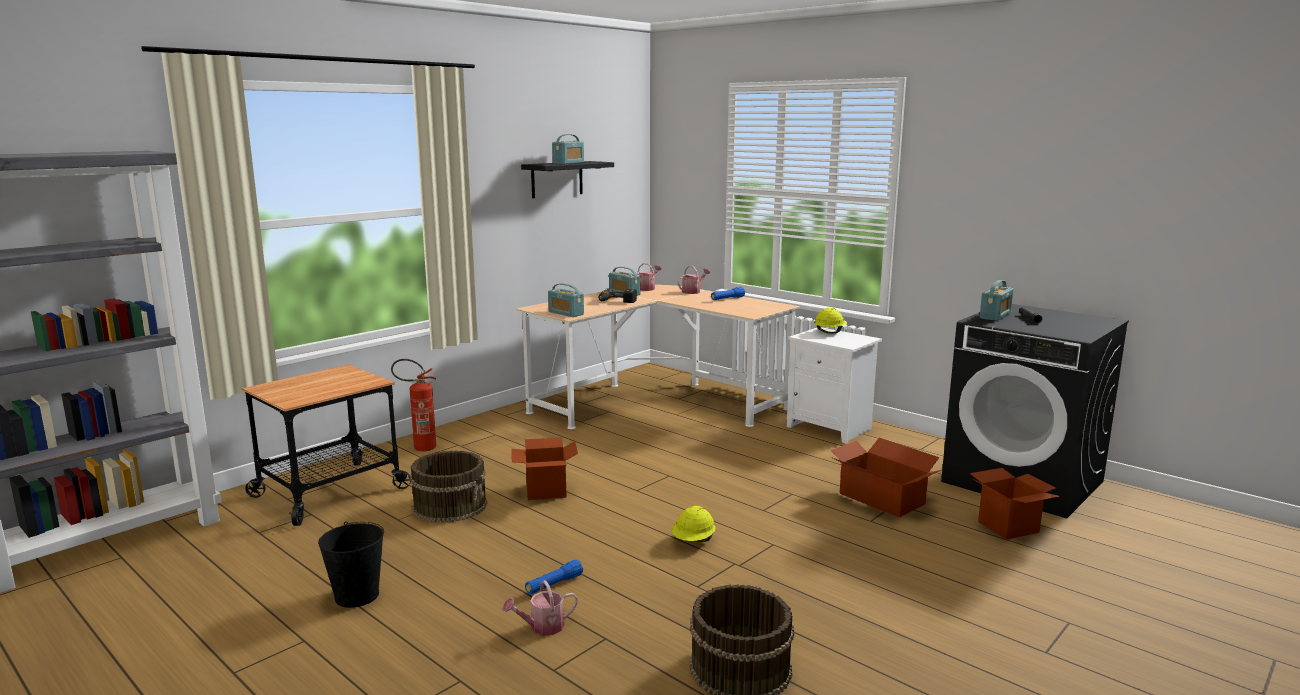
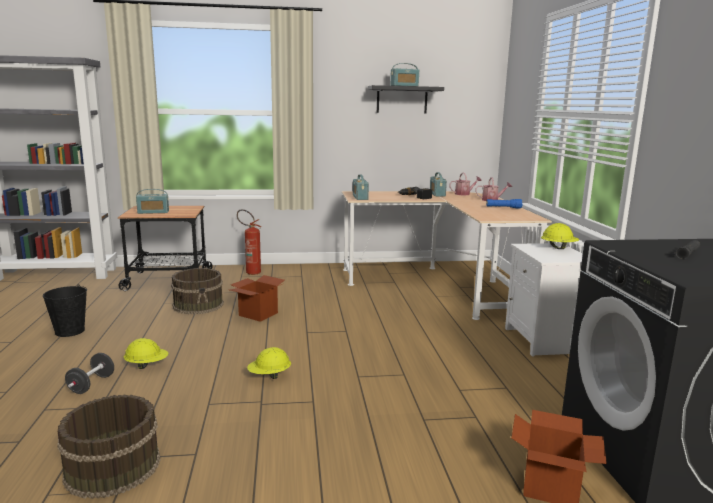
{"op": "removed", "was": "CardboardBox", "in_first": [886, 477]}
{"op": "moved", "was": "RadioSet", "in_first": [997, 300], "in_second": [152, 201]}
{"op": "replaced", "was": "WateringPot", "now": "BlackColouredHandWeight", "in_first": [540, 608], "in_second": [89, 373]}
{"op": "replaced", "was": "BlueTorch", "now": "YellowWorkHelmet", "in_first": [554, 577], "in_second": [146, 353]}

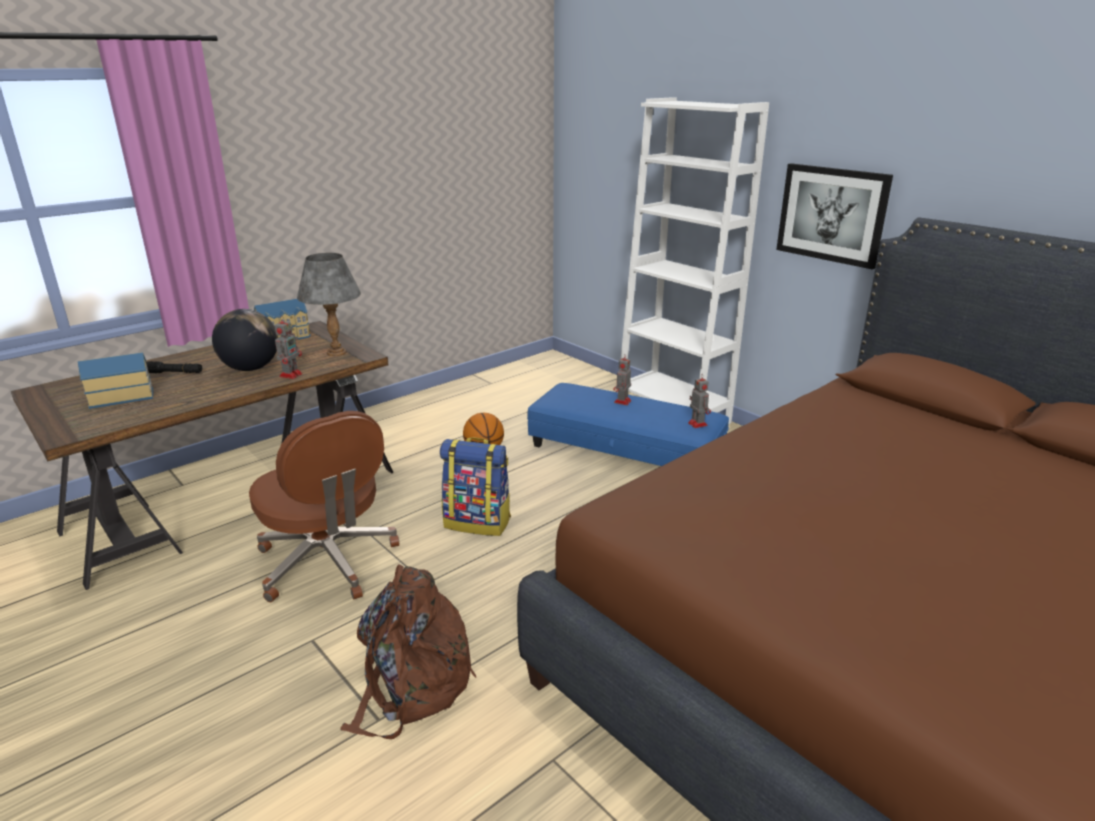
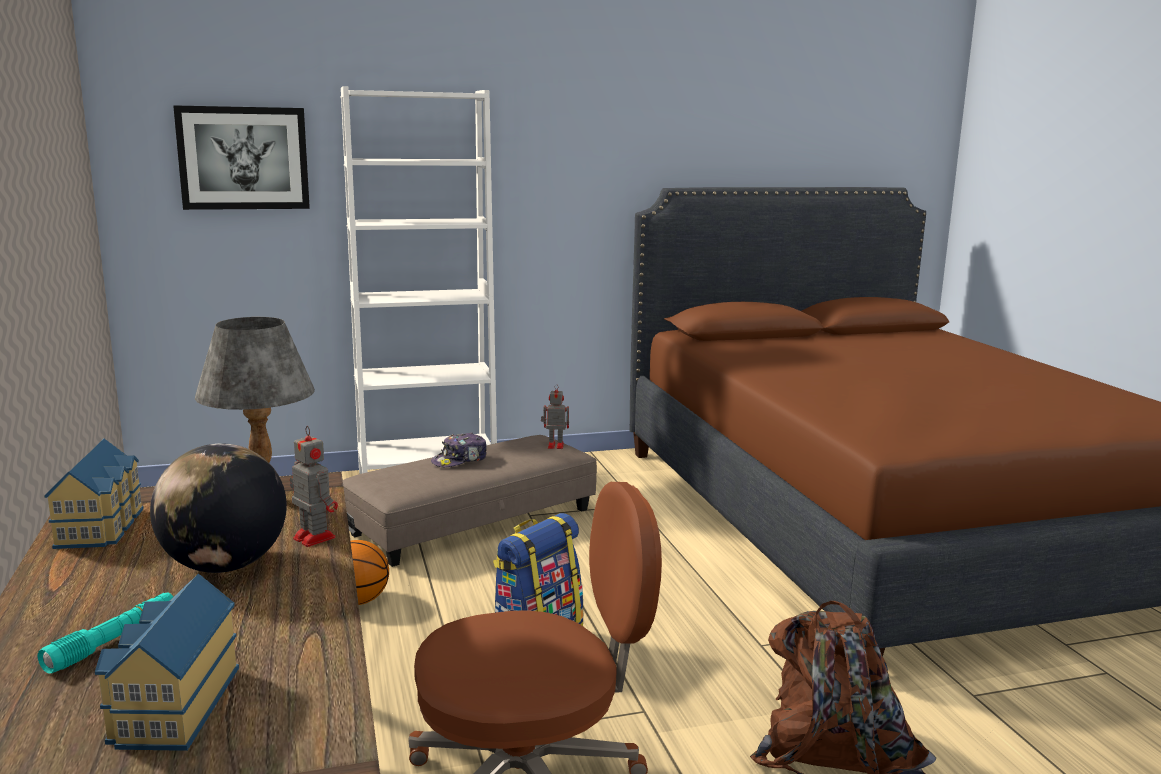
{"op": "moved", "was": "WallPicture", "in_first": [834, 216], "in_second": [241, 157]}
{"op": "replaced", "was": "ModelRobot", "now": "Cap", "in_first": [622, 379], "in_second": [459, 450]}
{"op": "recoloured", "was": "BlackColouredTorch", "now": "TurquoiseTorch", "in_first": [174, 367], "in_second": [105, 633]}
{"op": "recoloured", "was": "BlueFootrest", "now": "GreyishFootrest", "in_first": [628, 424], "in_second": [470, 501]}

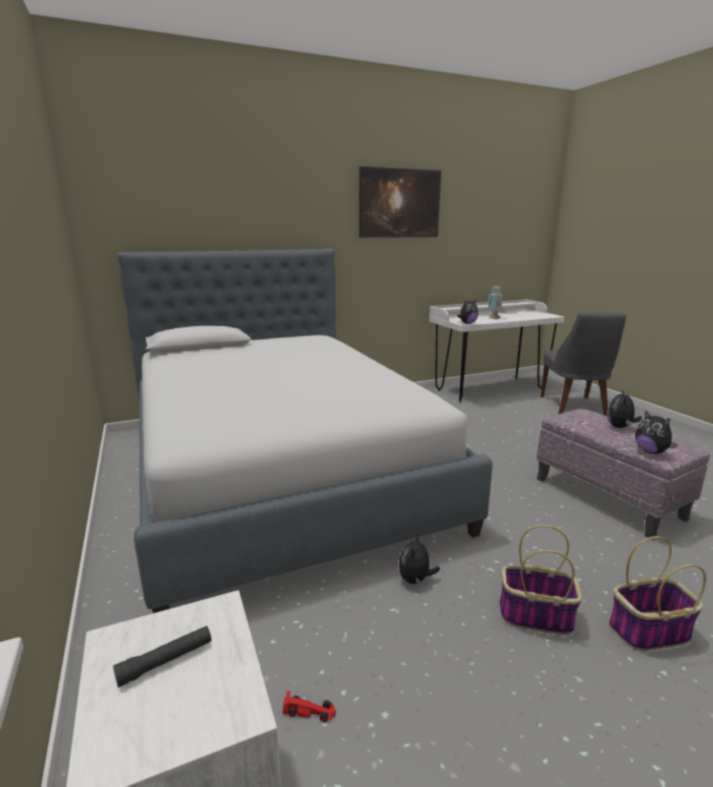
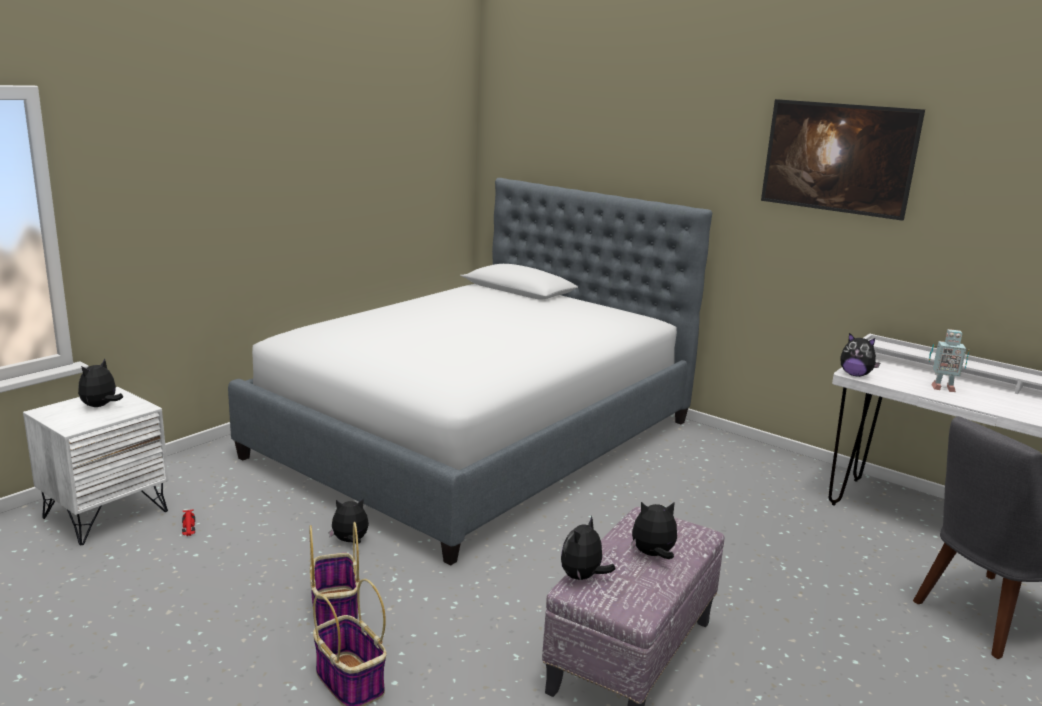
{"op": "replaced", "was": "BlackColouredTorch", "now": "SoftToy", "in_first": [162, 657], "in_second": [100, 383]}

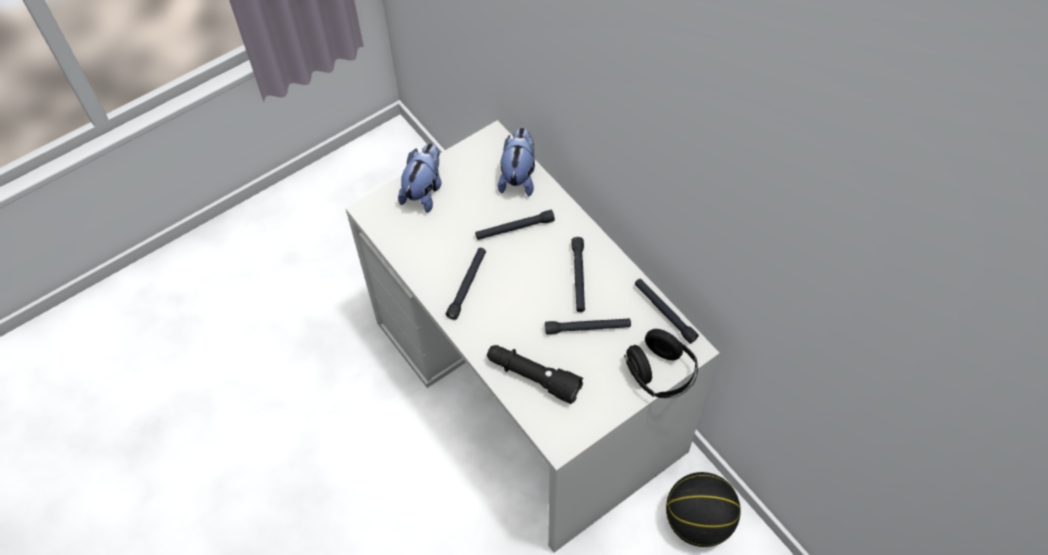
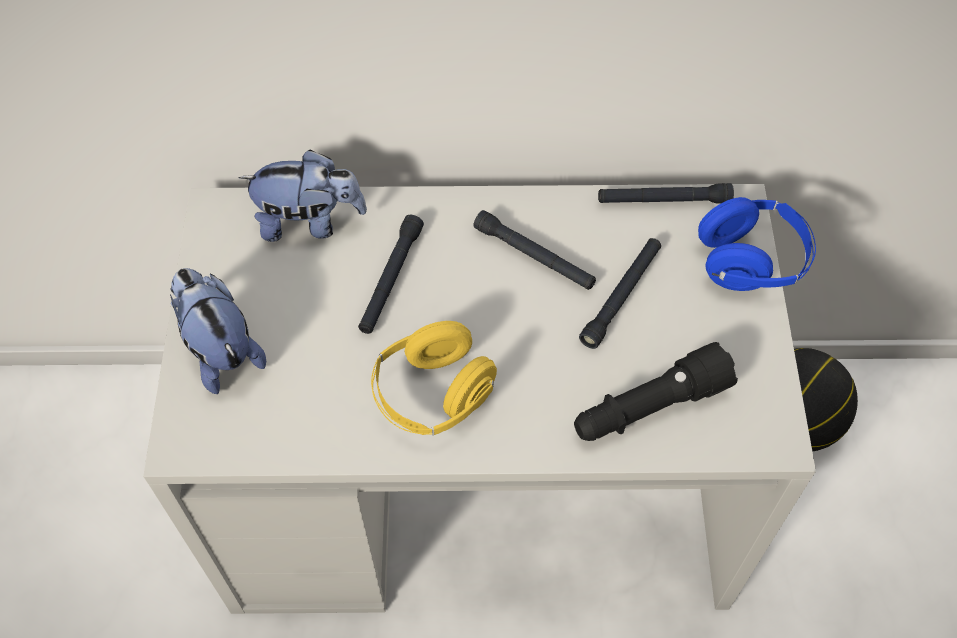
{"op": "replaced", "was": "BlackColouredTorch", "now": "YellowPairOfHeadphones", "in_first": [466, 284], "in_second": [434, 378]}
{"op": "recoloured", "was": "BlackColouredPairOfHeadphones", "now": "BluePairOfHeadphones", "in_first": [661, 363], "in_second": [757, 244]}
{"op": "turned", "was": "SoftToy", "in_first": [516, 161], "in_second": [302, 195], "clockwise": 135}

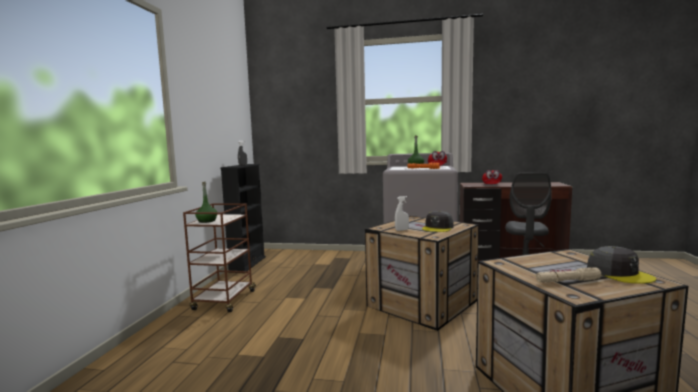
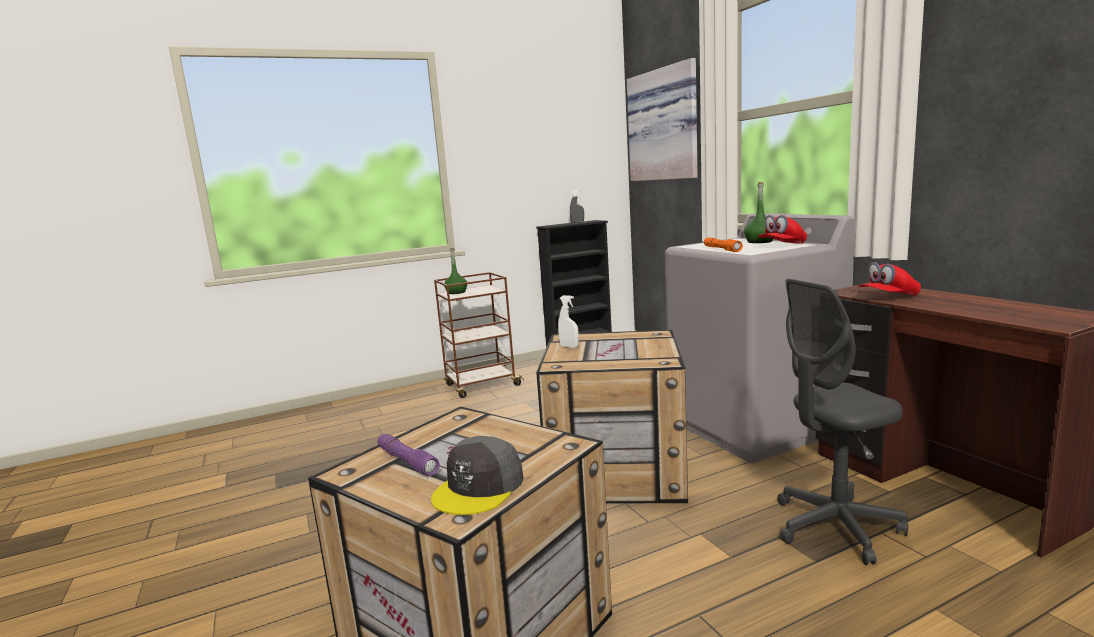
{"op": "removed", "was": "GreyishCap", "in_first": [438, 221]}
{"op": "added", "now": "WallPicture", "in_second": [662, 119]}
{"op": "recoloured", "was": "BeigeTorch", "now": "PurpleColouredTorch", "in_first": [568, 275], "in_second": [408, 455]}

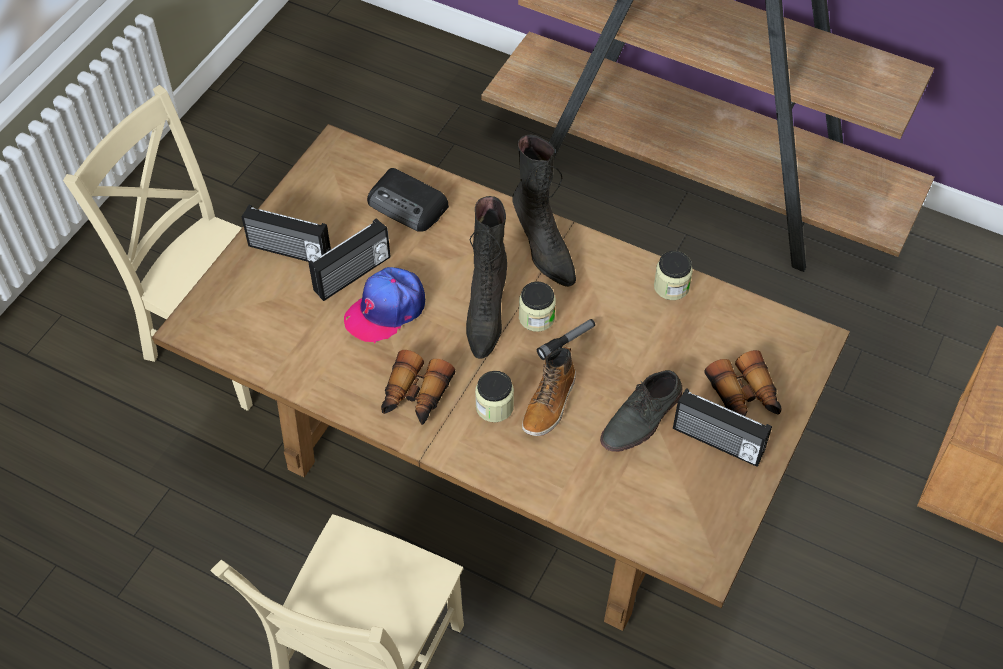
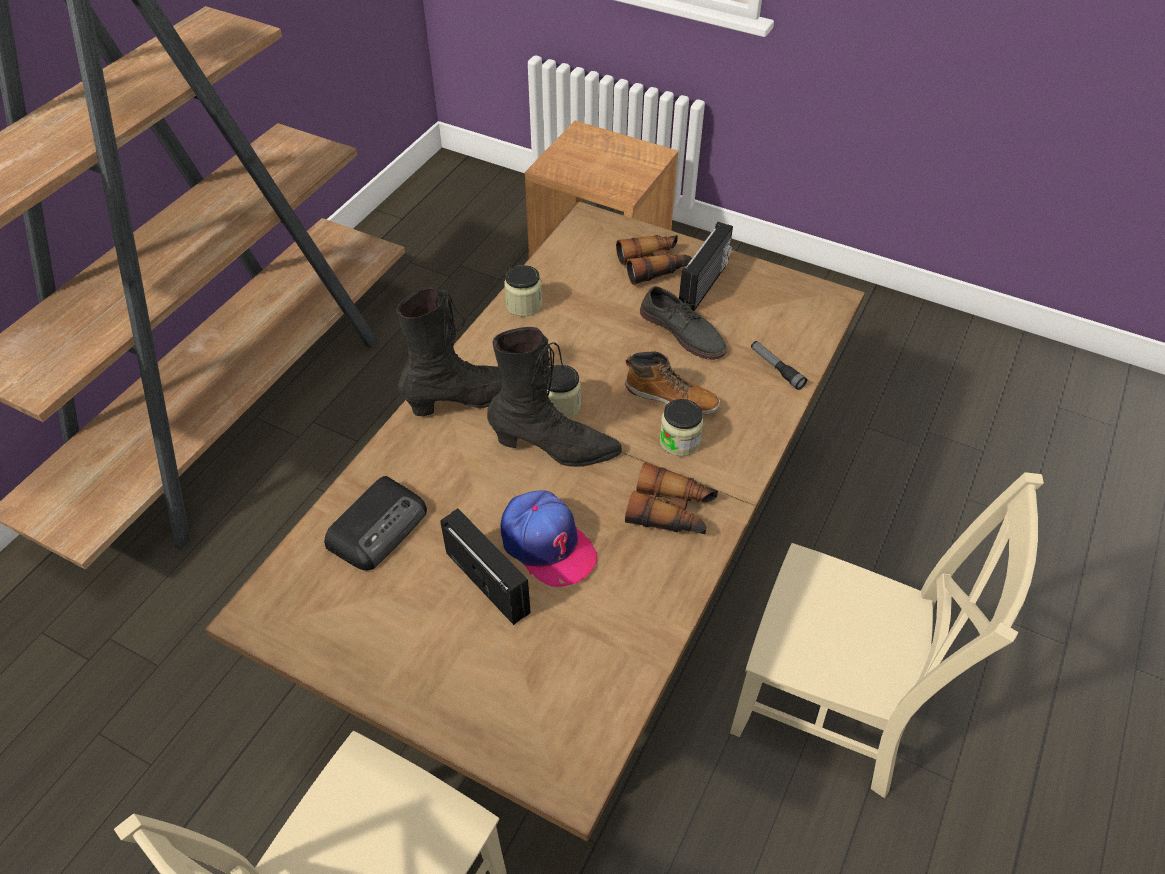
{"op": "removed", "was": "RadioSet", "in_first": [286, 233]}
{"op": "moved", "was": "Torch", "in_first": [566, 339], "in_second": [779, 365]}

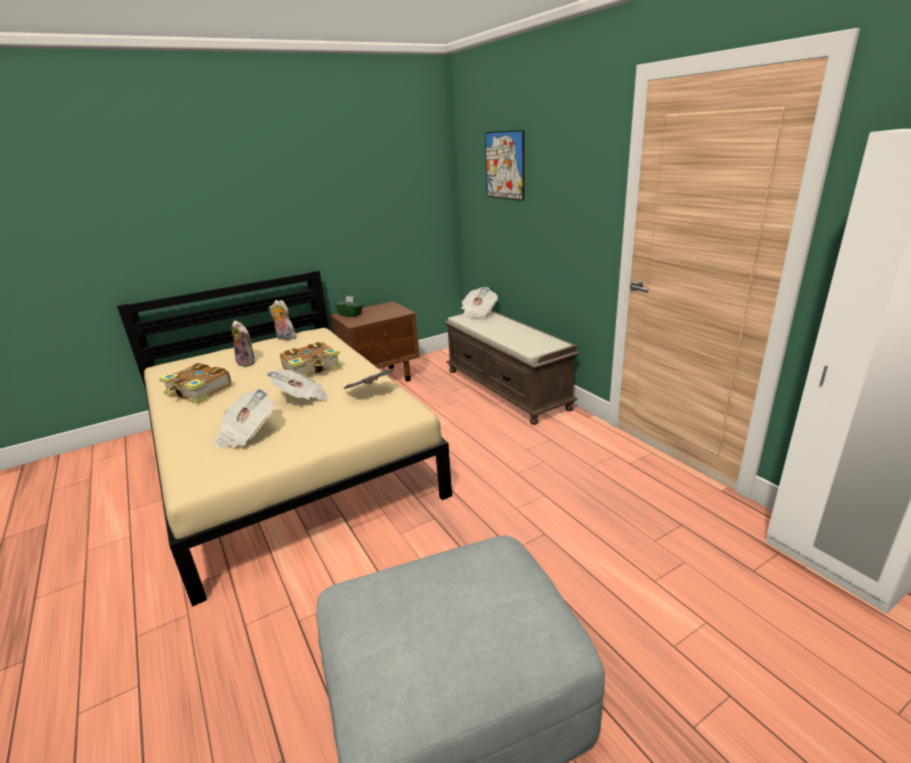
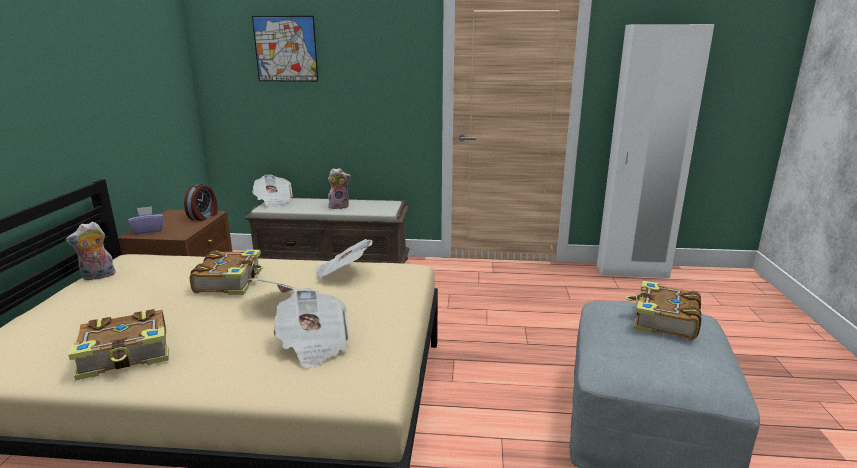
{"op": "added", "now": "AlarmClock", "in_second": [201, 202]}
{"op": "added", "now": "Volume", "in_second": [663, 310]}
{"op": "moved", "was": "SoftToy", "in_first": [244, 343], "in_second": [339, 188]}
{"op": "recoloured", "was": "GreenishTissueBox", "now": "PurpleColouredTissueBox", "in_first": [349, 306], "in_second": [145, 220]}

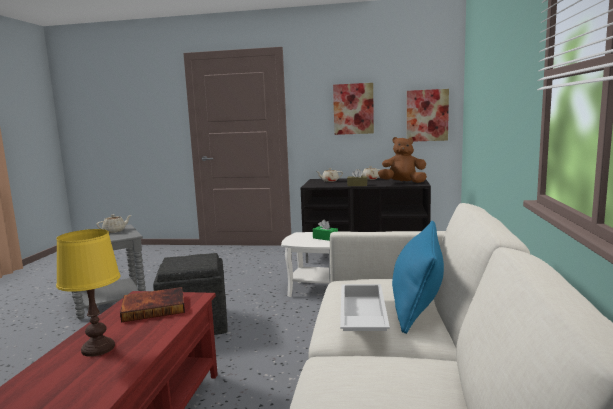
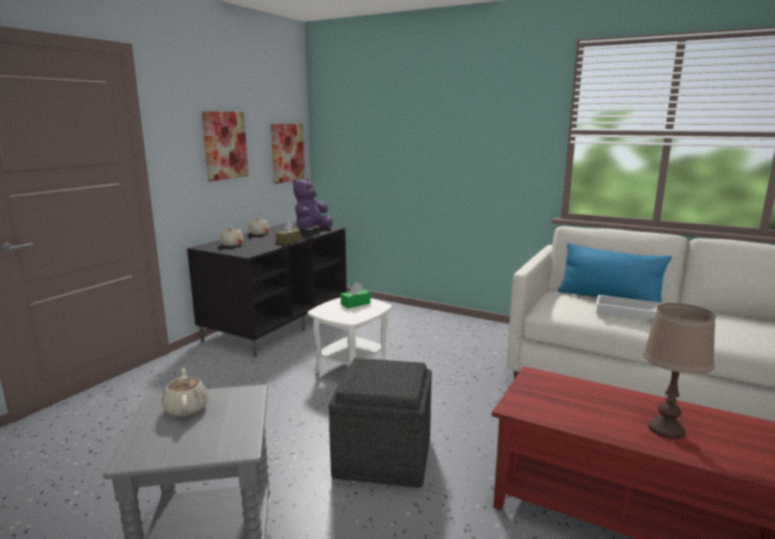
{"op": "removed", "was": "Volume", "in_first": [152, 304]}
{"op": "recoloured", "was": "YellowTableLamp", "now": "BrownTableLamp", "in_first": [88, 293], "in_second": [679, 371]}
{"op": "recoloured", "was": "BrownSoftToy", "now": "PurpleColouredSoftToy", "in_first": [402, 160], "in_second": [312, 204]}

